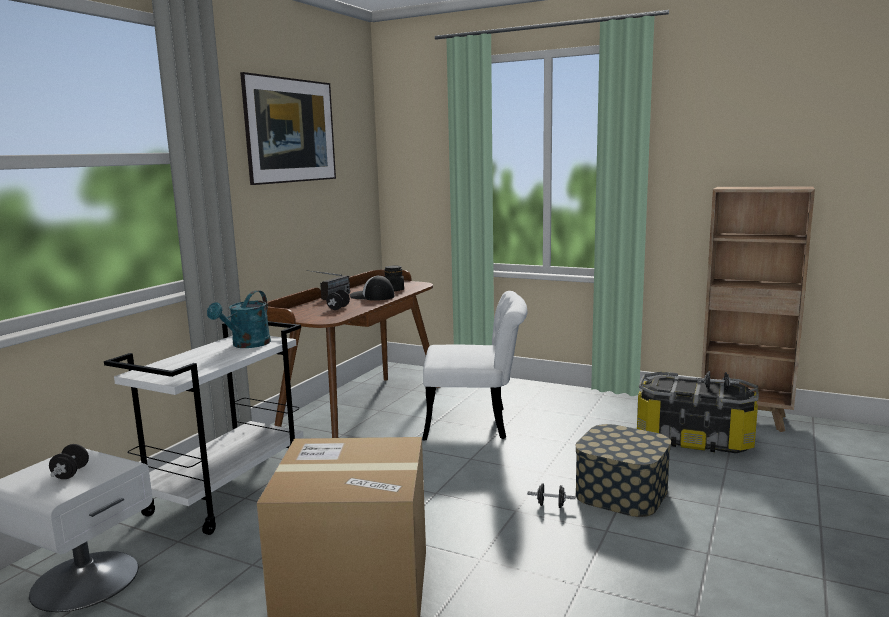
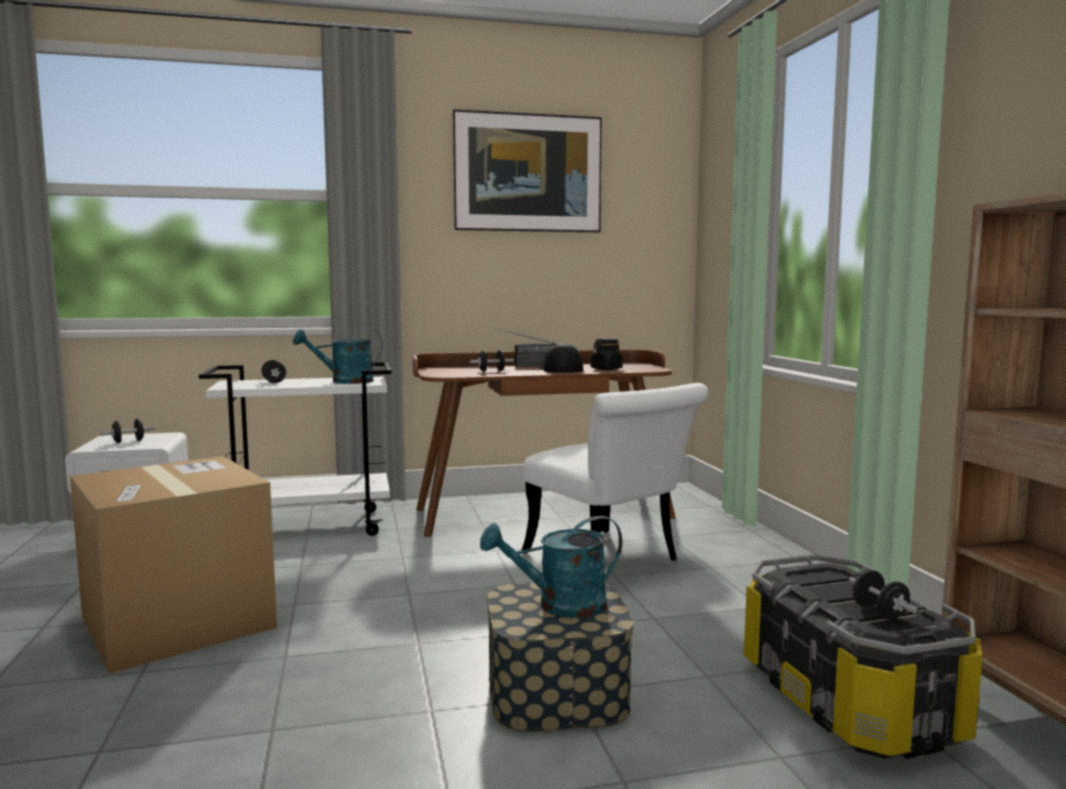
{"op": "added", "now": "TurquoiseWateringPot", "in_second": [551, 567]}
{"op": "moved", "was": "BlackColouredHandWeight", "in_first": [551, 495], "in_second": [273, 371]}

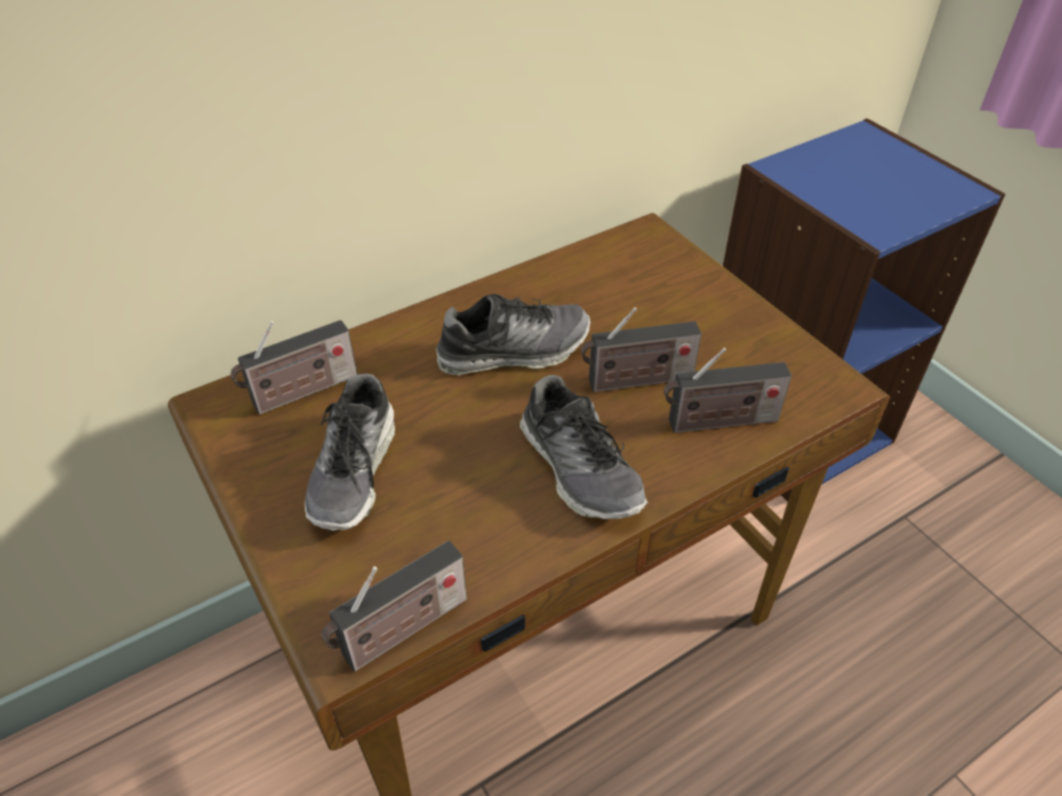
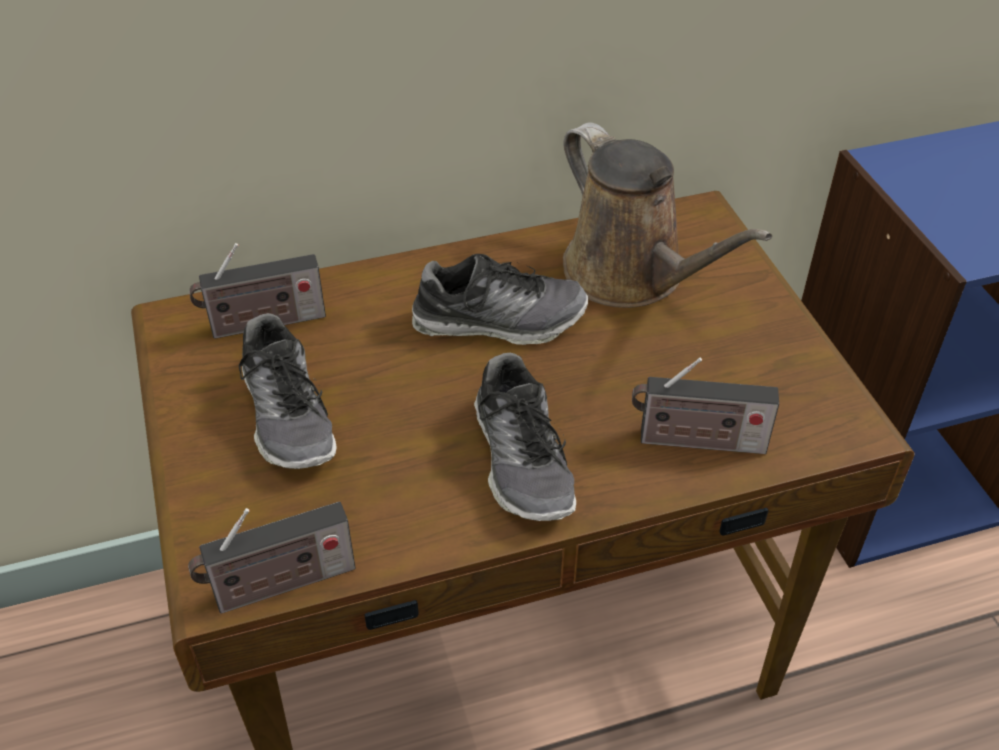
{"op": "removed", "was": "RadioSet", "in_first": [641, 349]}
{"op": "added", "now": "BrownWateringPot", "in_second": [667, 215]}
{"op": "turned", "was": "ItemOfFootwear", "in_first": [350, 452], "in_second": [287, 391], "clockwise": -45}

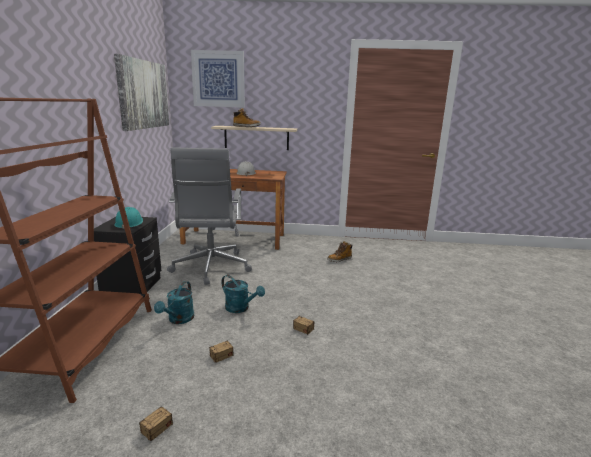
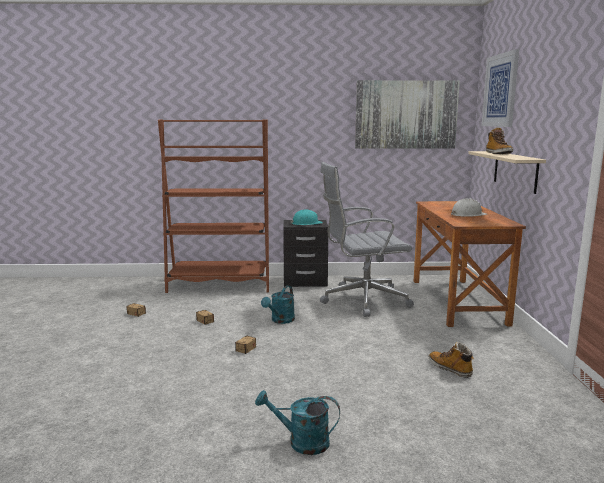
{"op": "moved", "was": "TurquoiseWateringPot", "in_first": [174, 302], "in_second": [297, 422]}

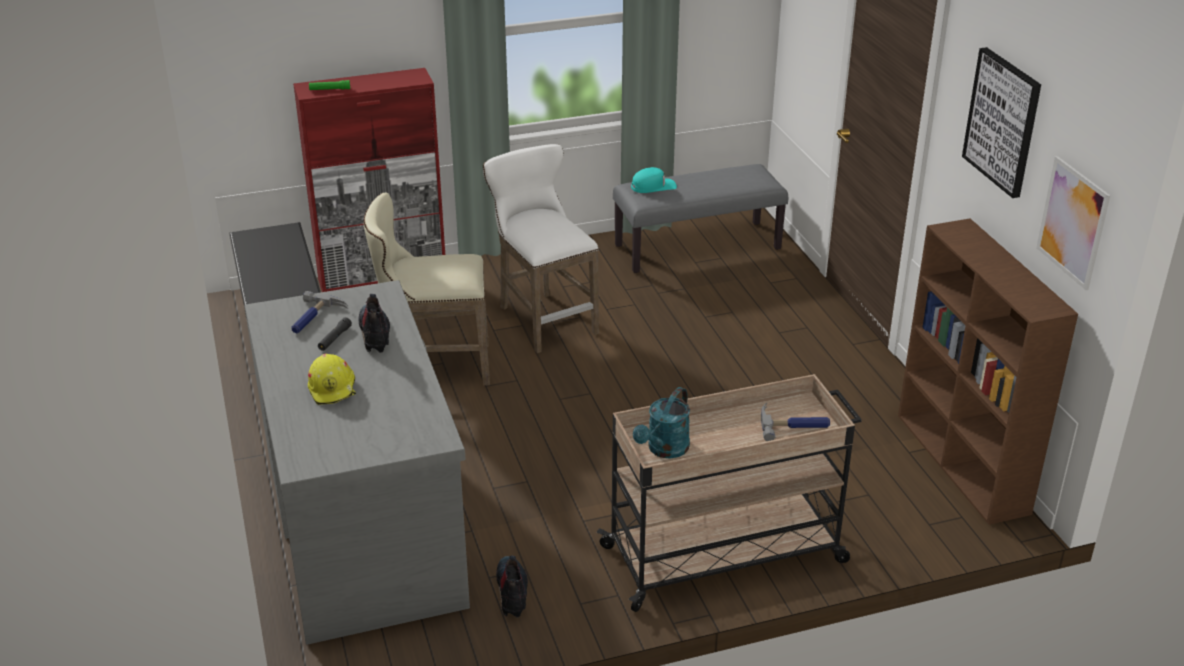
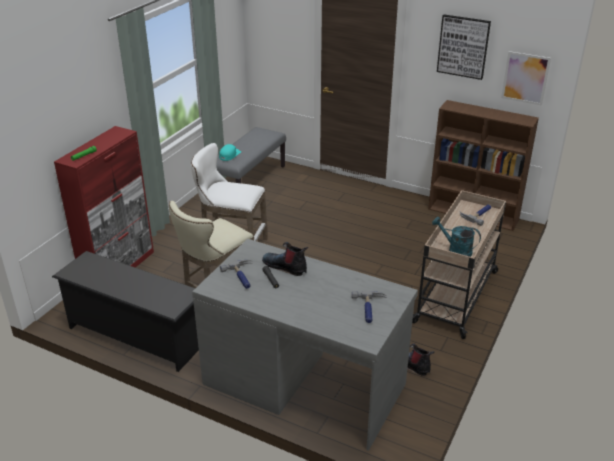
{"op": "removed", "was": "YellowWorkHelmet", "in_first": [332, 379]}
{"op": "added", "now": "HandHammer", "in_second": [369, 307]}
{"op": "turned", "was": "TurquoiseWateringPot", "in_first": [661, 422], "in_second": [456, 237], "clockwise": 135}

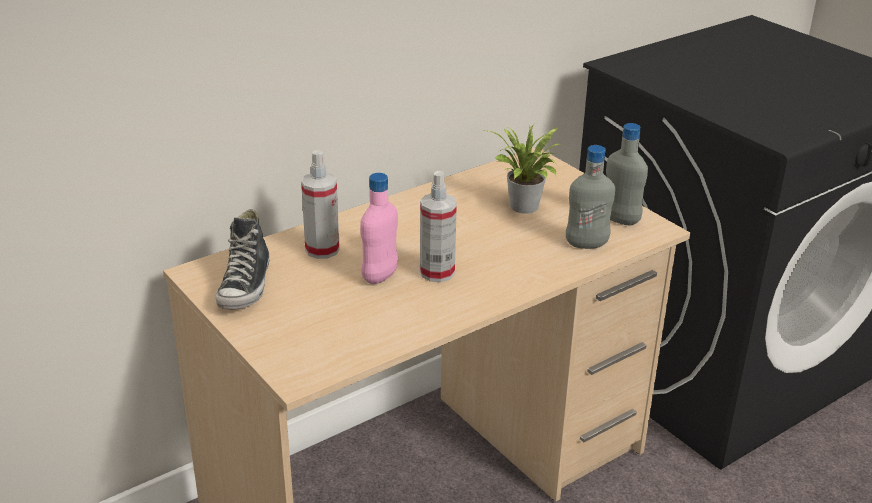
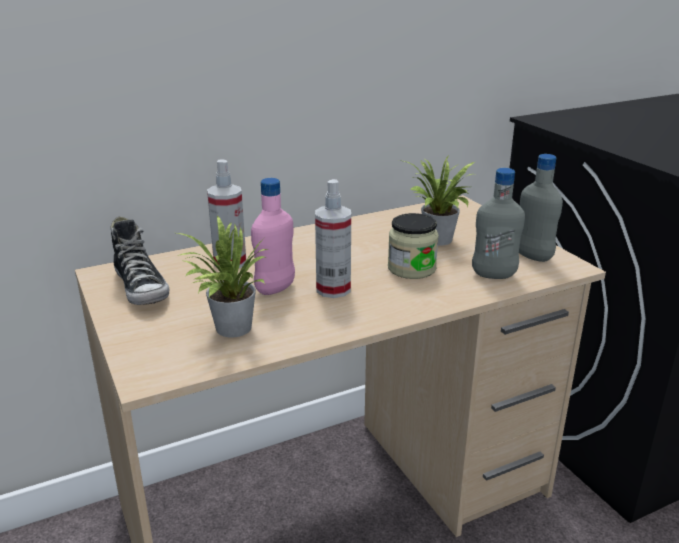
{"op": "added", "now": "PottedPlant", "in_second": [222, 276]}
{"op": "added", "now": "Jar", "in_second": [413, 246]}
{"op": "turned", "was": "ItemOfFootwear", "in_first": [242, 259], "in_second": [140, 261], "clockwise": -45}

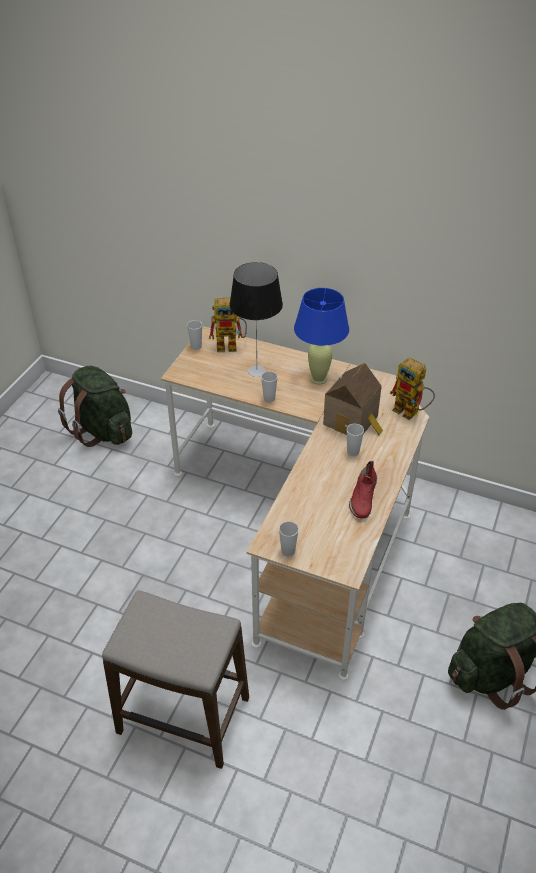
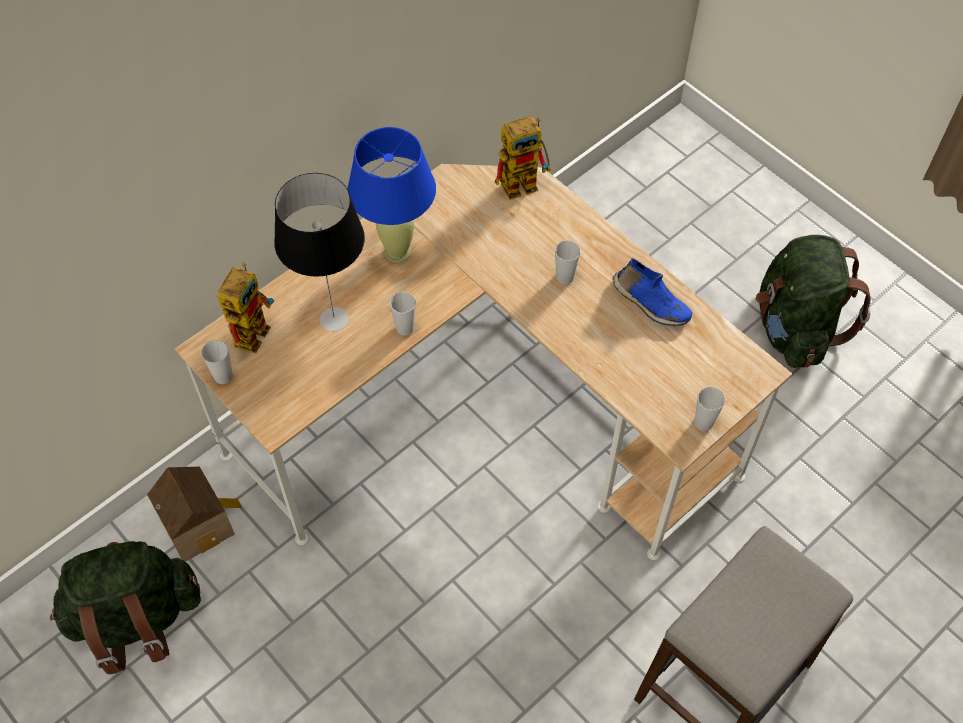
{"op": "moved", "was": "ModelHouse", "in_first": [353, 399], "in_second": [194, 514]}
{"op": "recoloured", "was": "ReddishItemOfFootwear", "now": "BlueItemOfFootwear", "in_first": [363, 490], "in_second": [652, 292]}

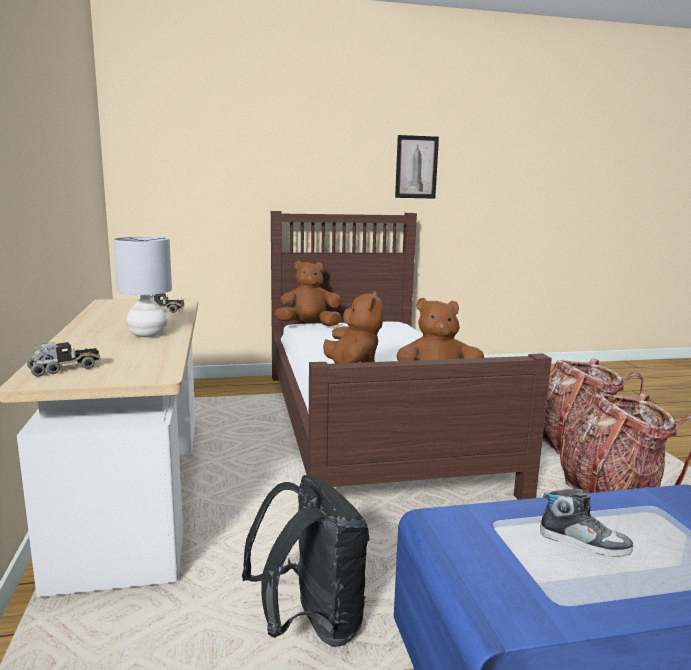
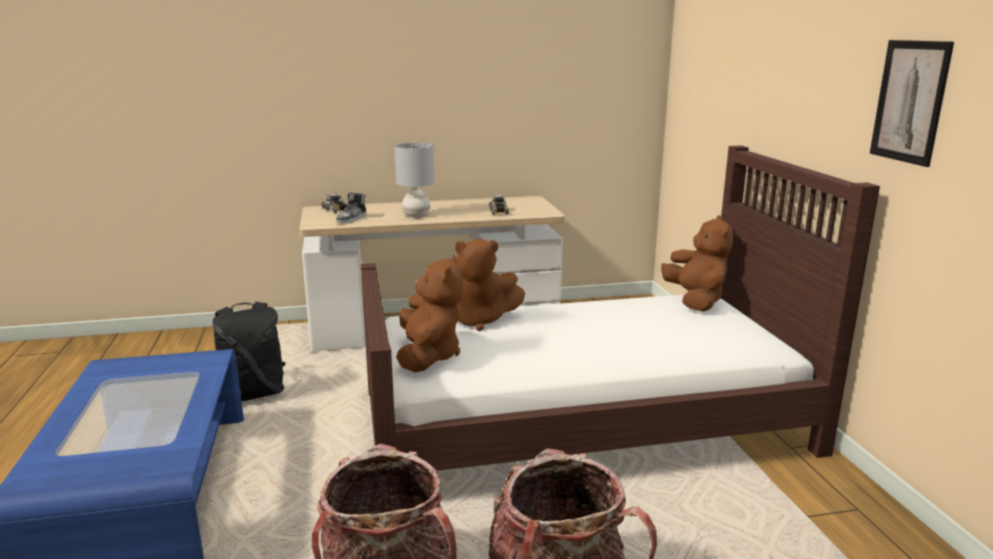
{"op": "moved", "was": "ItemOfFootwear", "in_first": [586, 523], "in_second": [351, 208]}

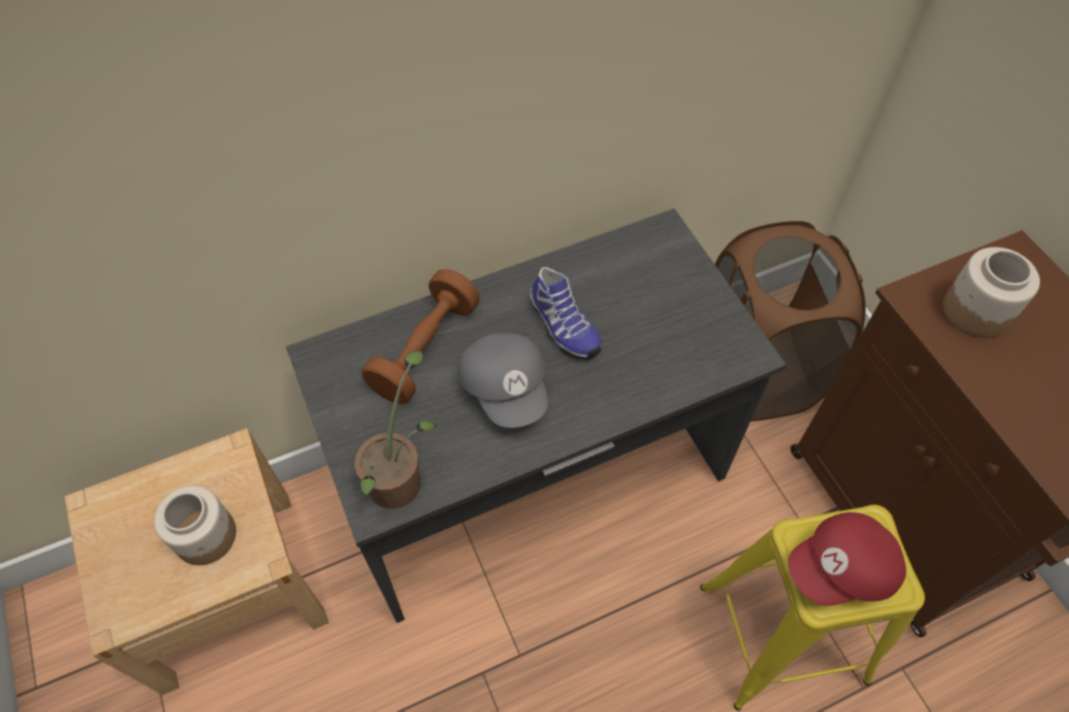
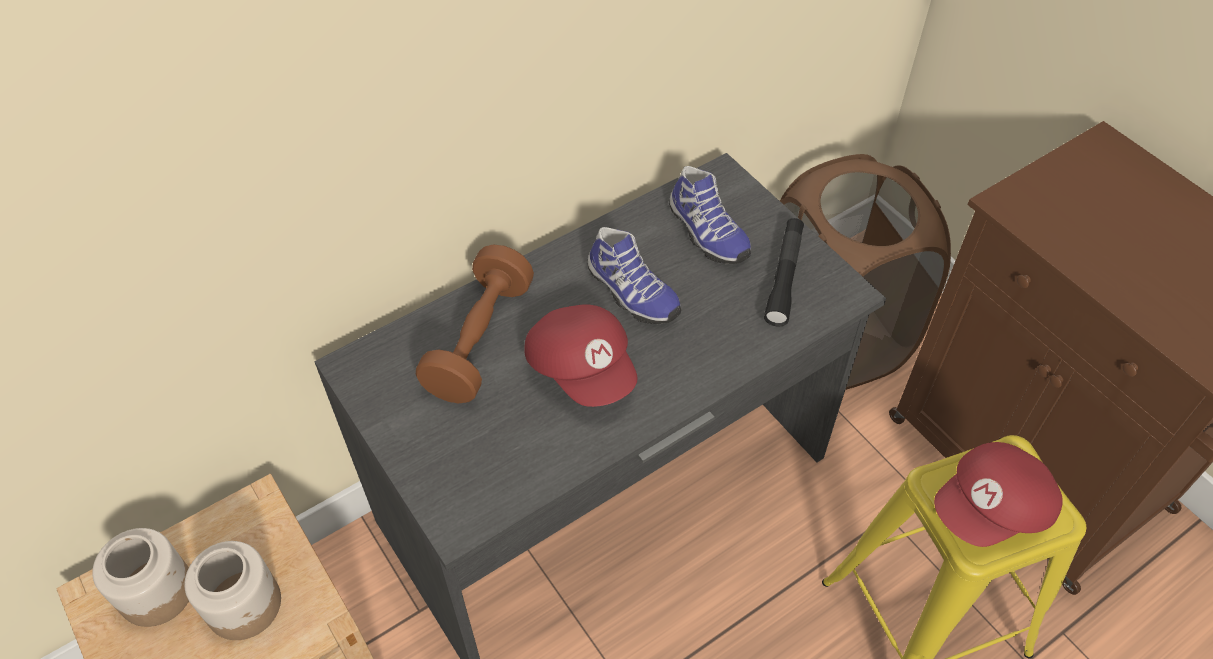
{"op": "removed", "was": "PottedPlant", "in_first": [396, 429]}
{"op": "added", "now": "ItemOfFootwear", "in_second": [710, 215]}
{"op": "added", "now": "BlackColouredTorch", "in_second": [784, 272]}
{"op": "moved", "was": "Jar", "in_first": [991, 292], "in_second": [140, 577]}
{"op": "recoloured", "was": "GreyishCap", "now": "ReddishCap", "in_first": [503, 380], "in_second": [581, 356]}

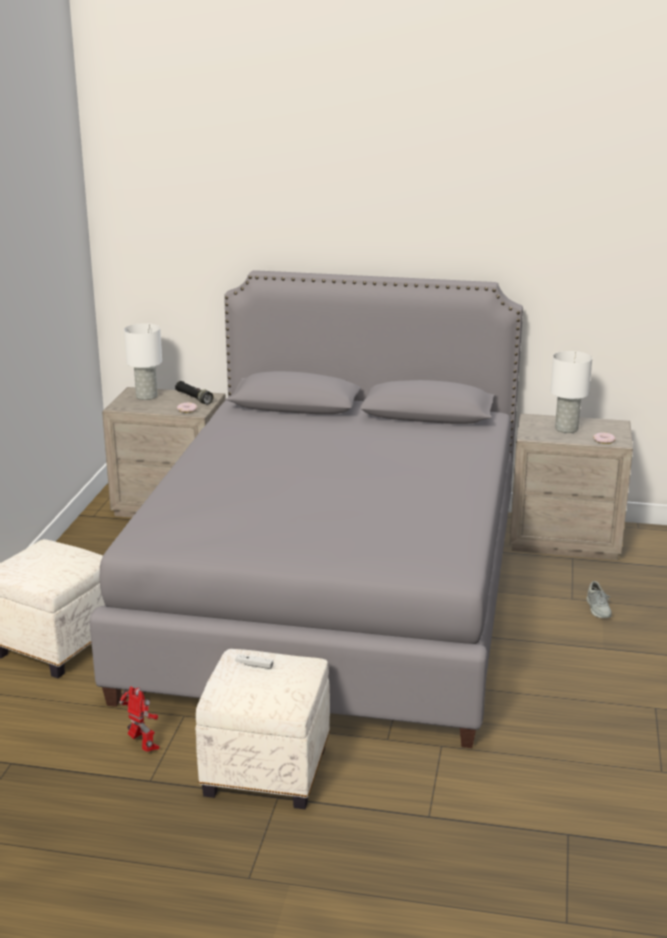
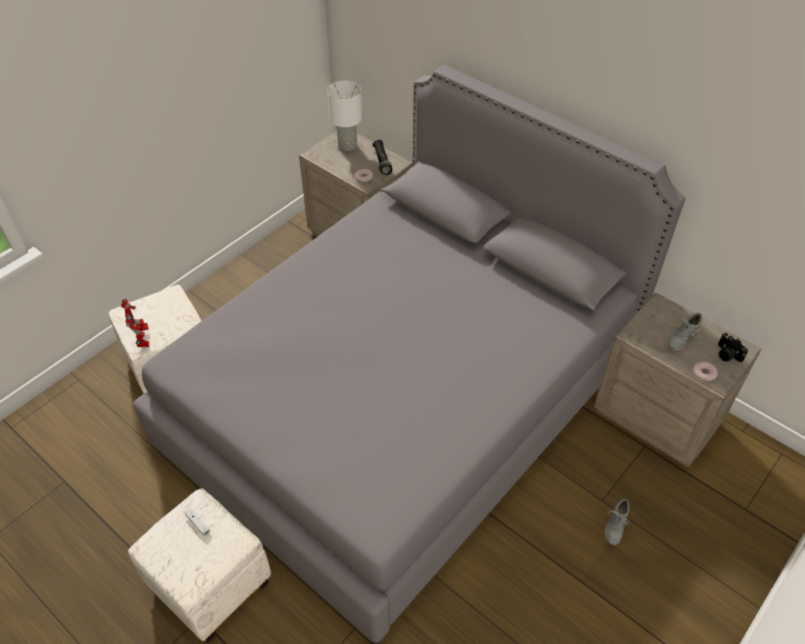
{"op": "added", "now": "StillCamera", "in_second": [733, 347]}
{"op": "moved", "was": "ModelRobot", "in_first": [139, 719], "in_second": [135, 323]}
{"op": "replaced", "was": "WhiteTableLamp", "now": "GreyishItemOfFootwear", "in_first": [571, 392], "in_second": [684, 331]}

